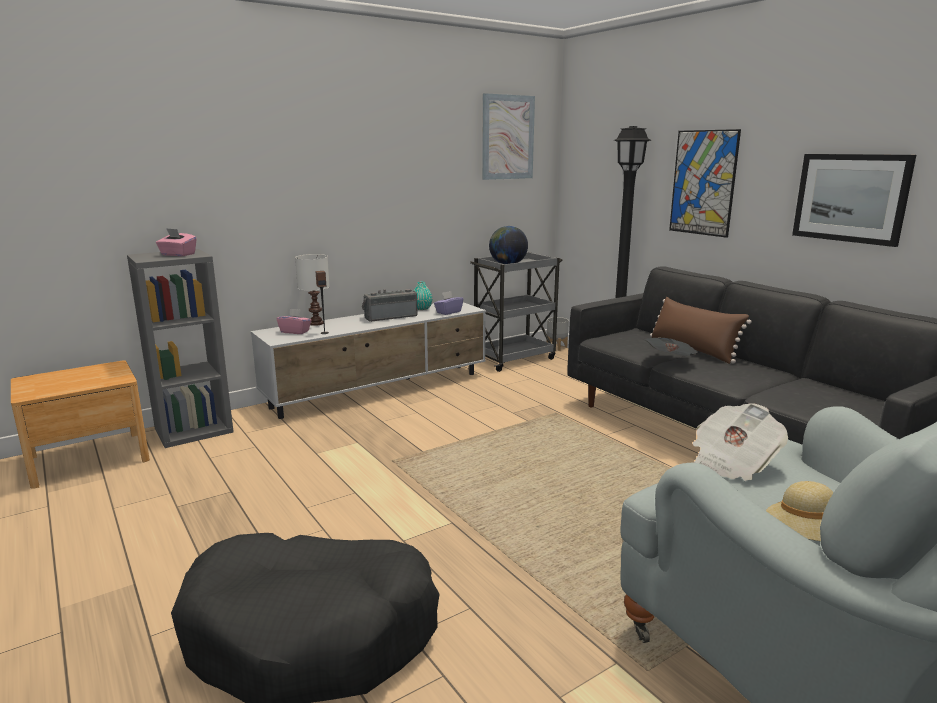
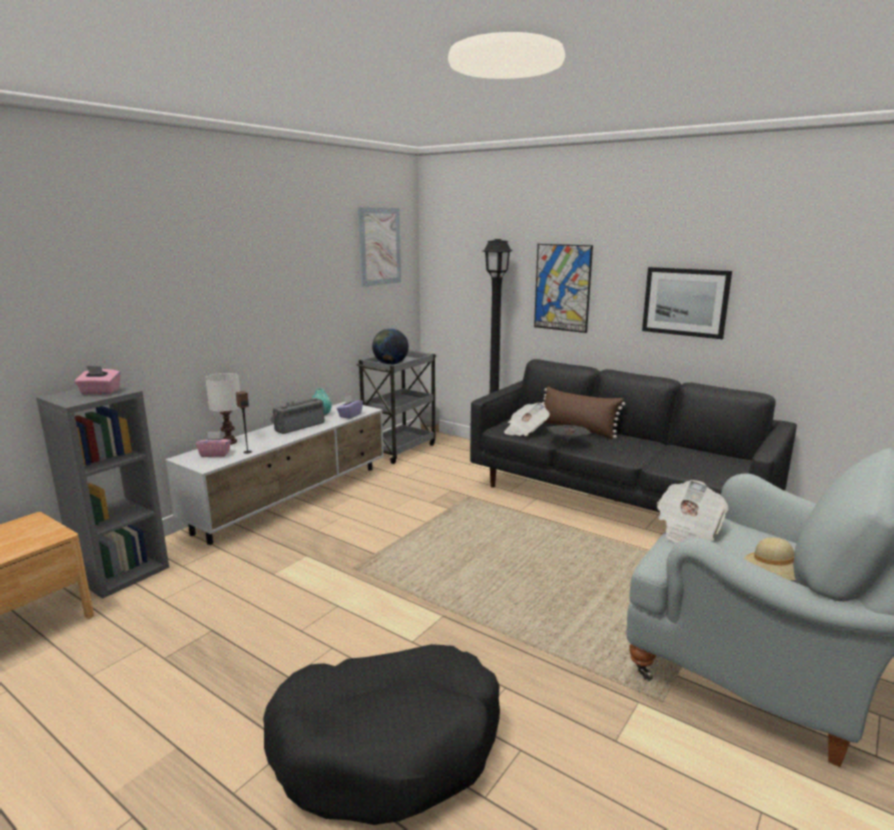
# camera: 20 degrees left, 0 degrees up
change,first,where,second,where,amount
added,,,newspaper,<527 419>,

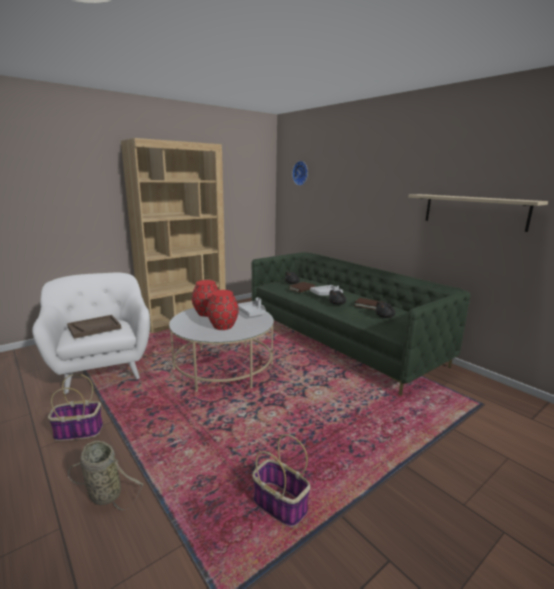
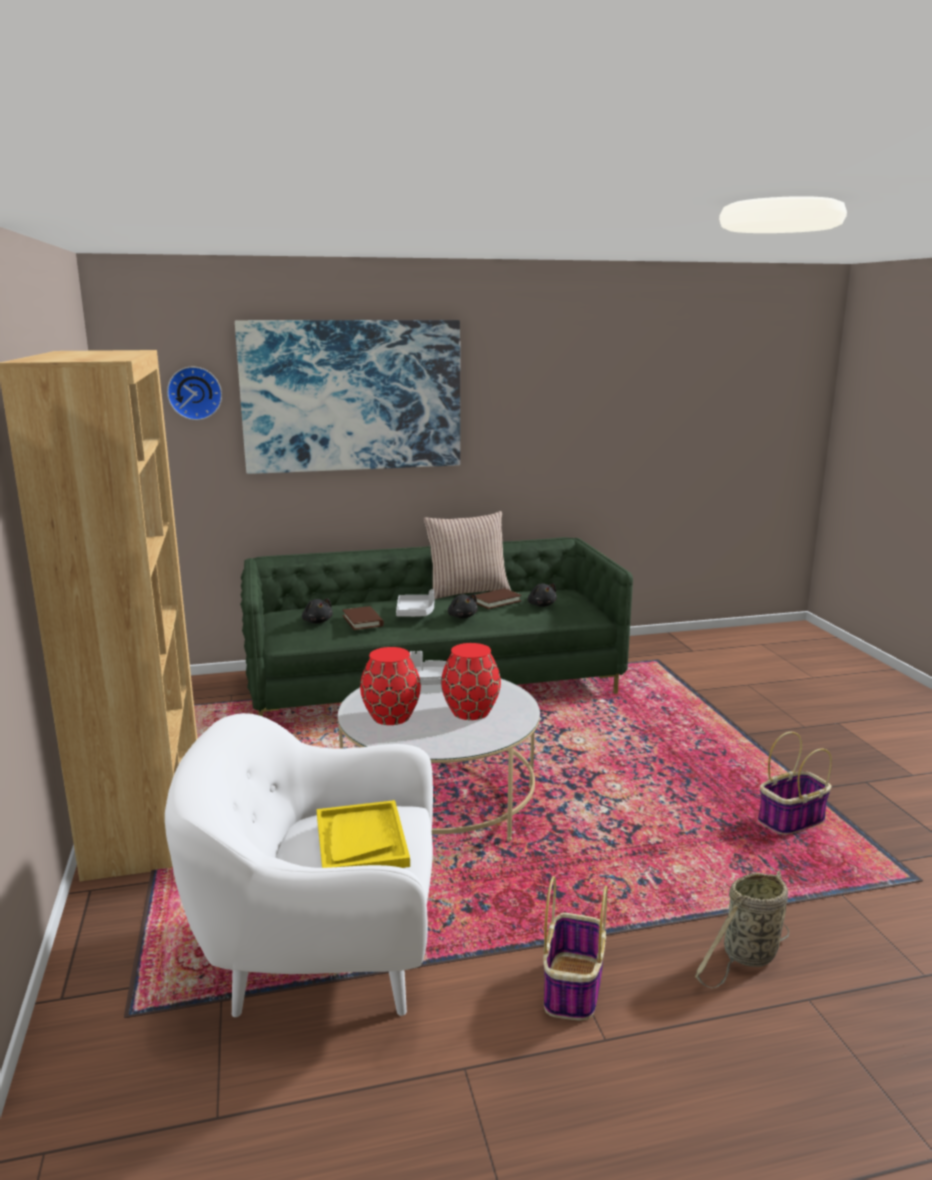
# camera: 65 degrees left, 0 degrees up
change,first,where,second,where,amount
removed,shelf/beige,<478 213>,,,
recoloured,tray/brown,<94 327>,tray/yellow,<363 834>,
added,,,picture,<347 397>,
added,,,pillow,<467 555>,

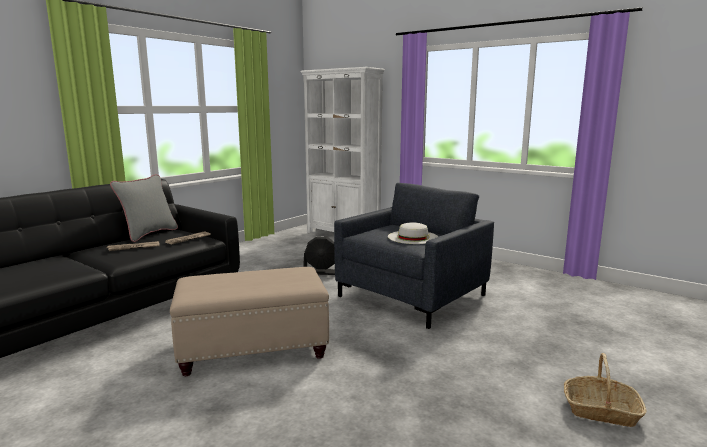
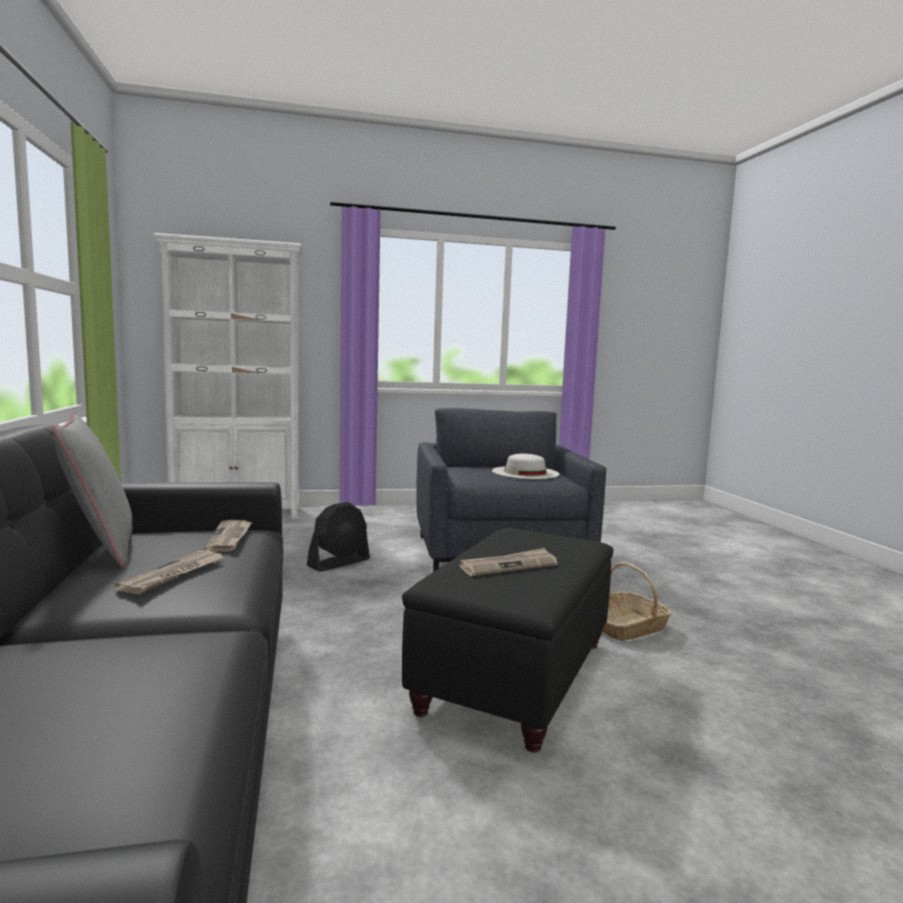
# camera: 50 degrees left, 5 degrees down
change,first,where,second,where,amount
recoloured,ottoman/beige,<249 321>,ottoman/black,<507 640>,
moved,basket,<605 390>,,<637 601>,
added,,,newspaper,<508 562>,

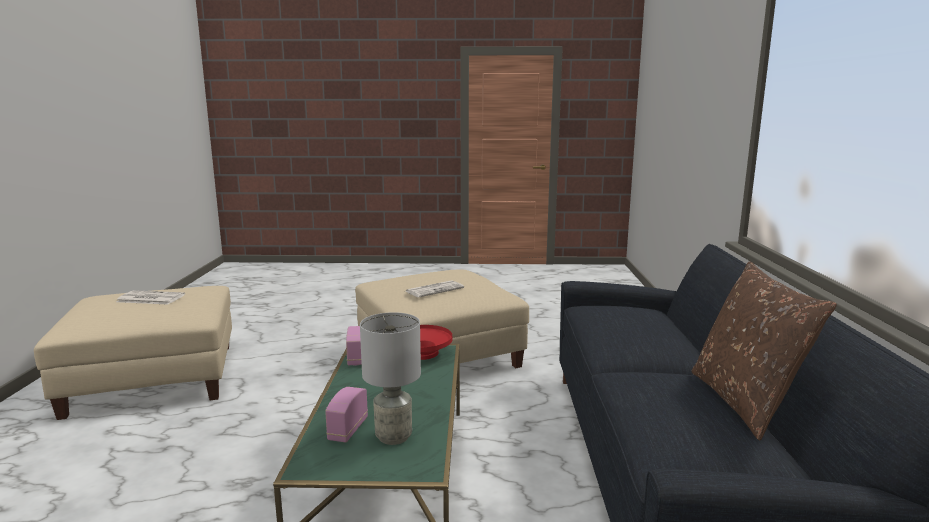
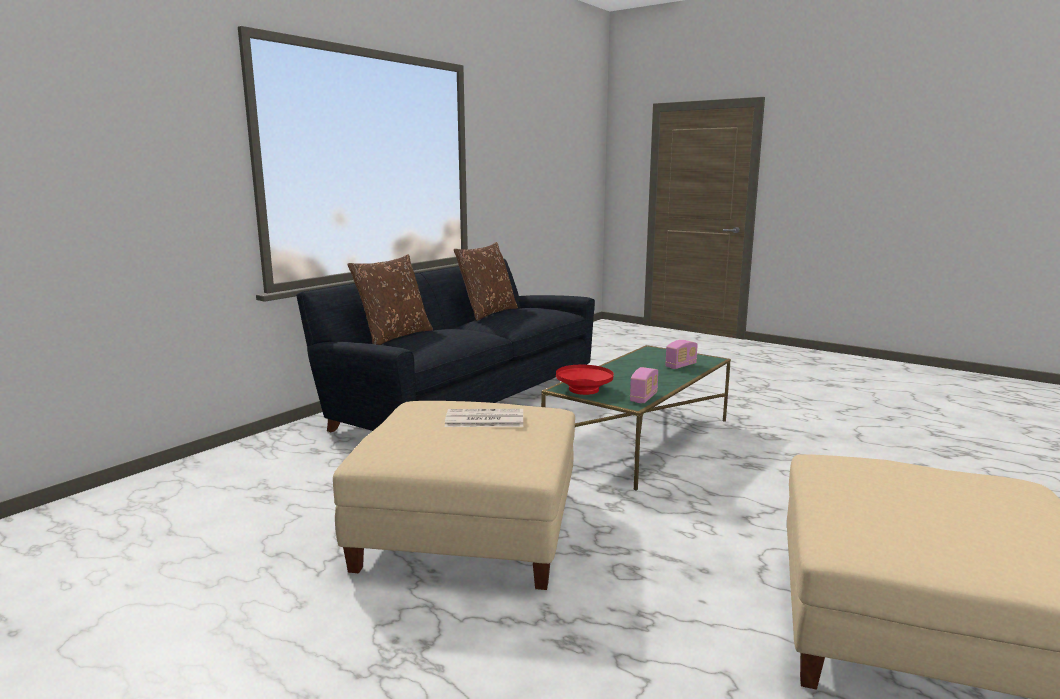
# camera: 145 degrees left, 0 degrees up
change,first,where,second,where,amount
removed,newspaper,<150 297>,,,
removed,table lamp/grey,<390 378>,,,
added,,,pillow/brown,<390 299>,

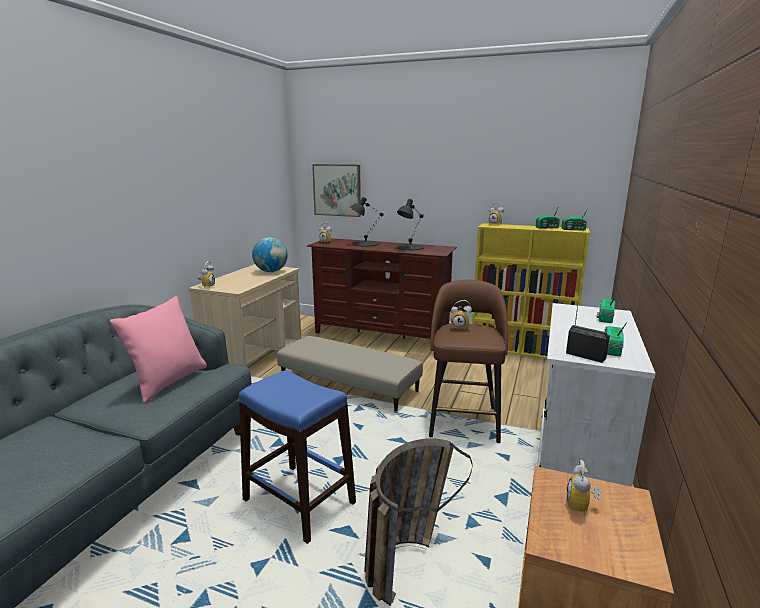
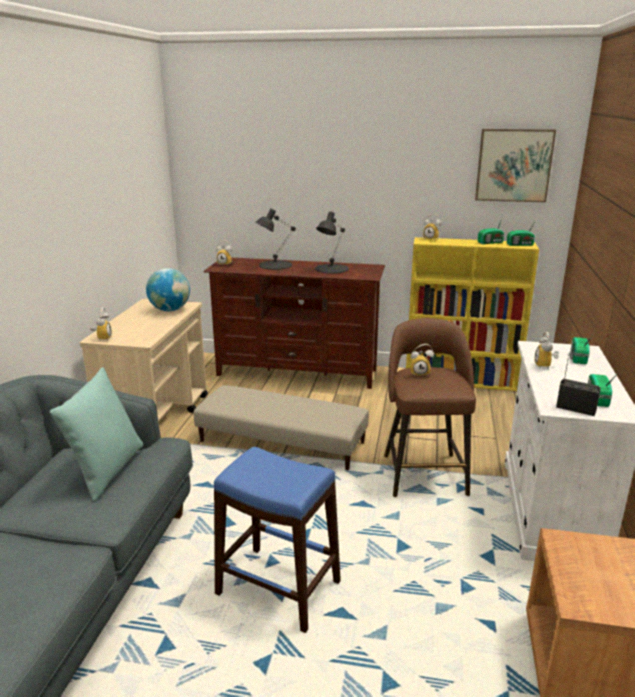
# camera: 10 degrees left, 5 degrees up
change,first,where,second,where,amount
moved,picture,<336 190>,,<515 166>,
recoloured,pillow/pink,<158 349>,pillow/turquoise,<96 434>,
removed,basket,<418 522>,,,
moved,alarm clock,<584 488>,,<546 351>,

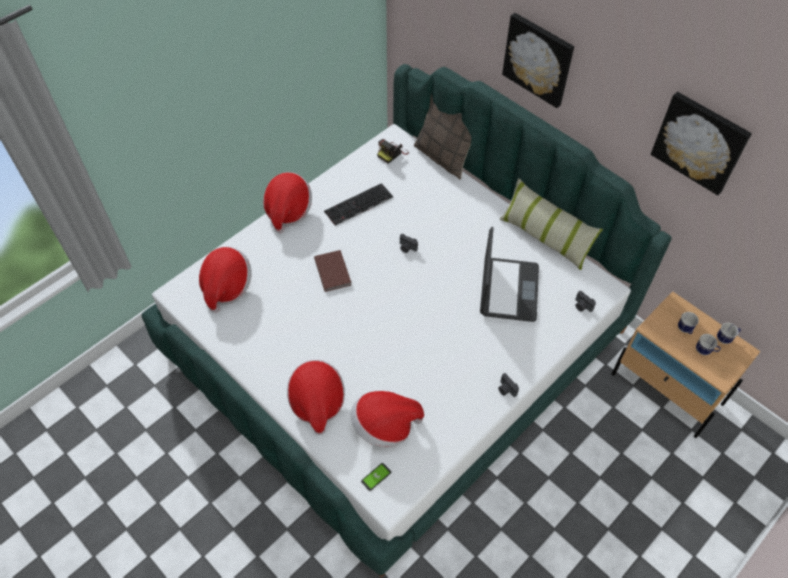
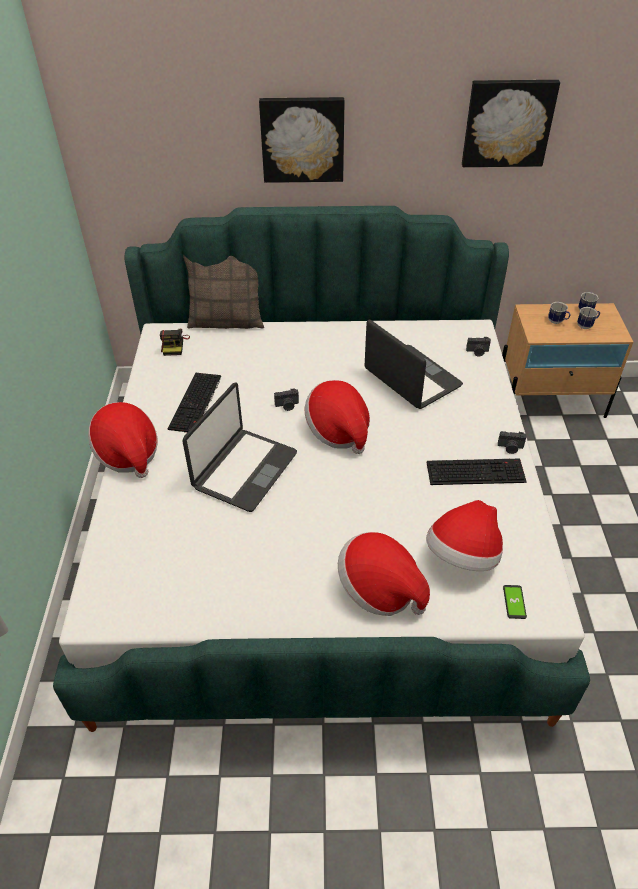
# camera: 45 degrees left, 10 degrees down
change,first,where,second,where,amount
removed,pillow,<551 224>,,,
moved,hat,<225 280>,,<337 417>,
replaced,book/brown,<332 271>,laptop,<239 447>,
added,,,keyboard,<477 472>,

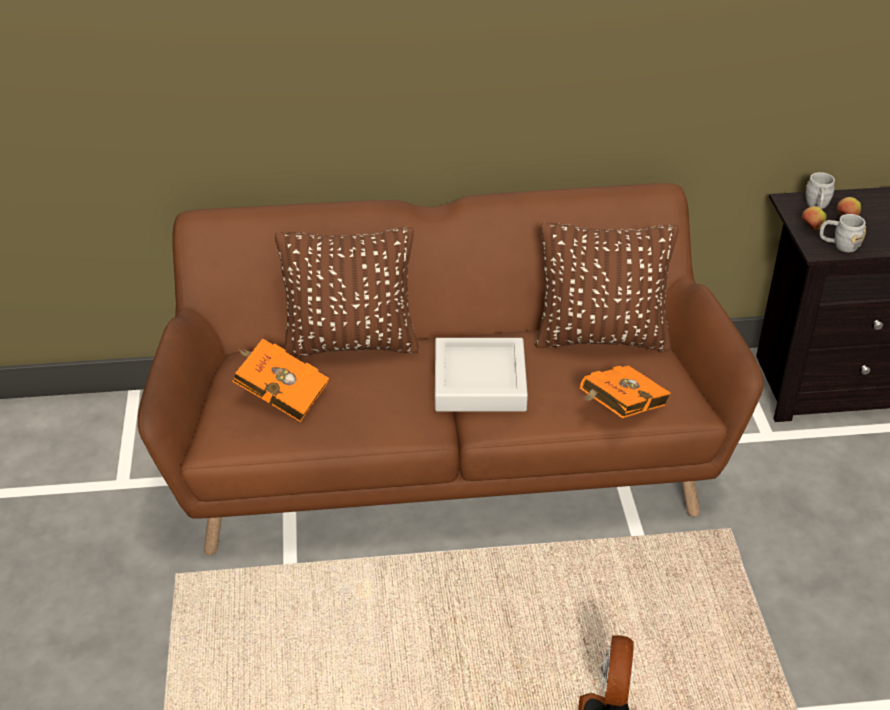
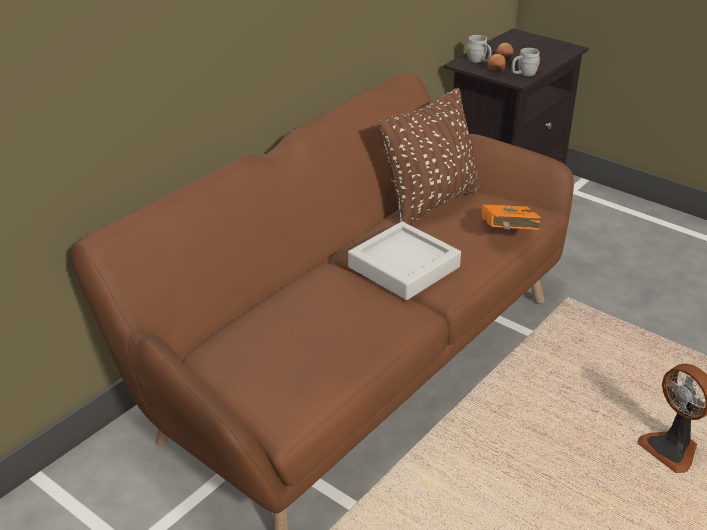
# camera: 45 degrees left, 5 degrees down
change,first,where,second,where,amount
removed,pillow/brown,<347 292>,,,
removed,book/orange,<280 380>,,,

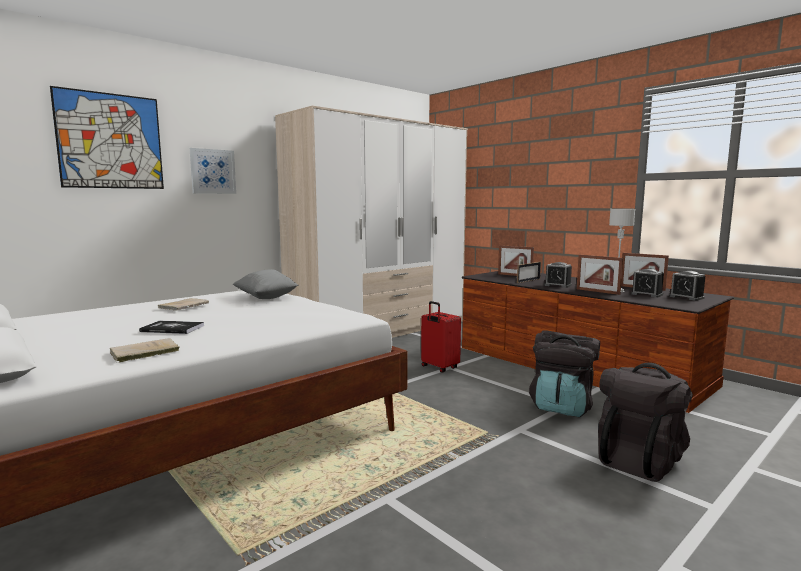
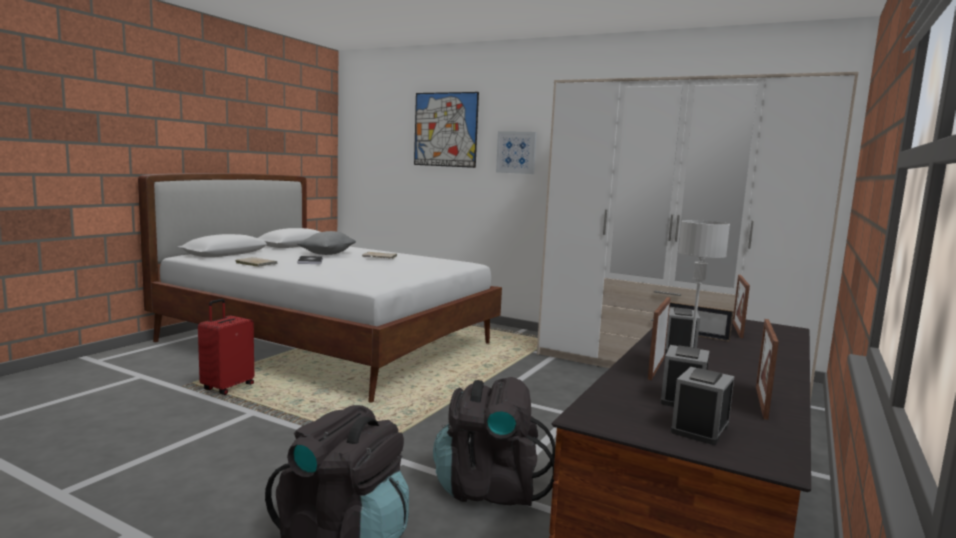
# camera: 70 degrees right, 0 degrees up
change,first,where,second,where,amount
moved,pillow/grey,<265 284>,,<326 243>,
moved,suitcase/red,<441 337>,,<226 347>,

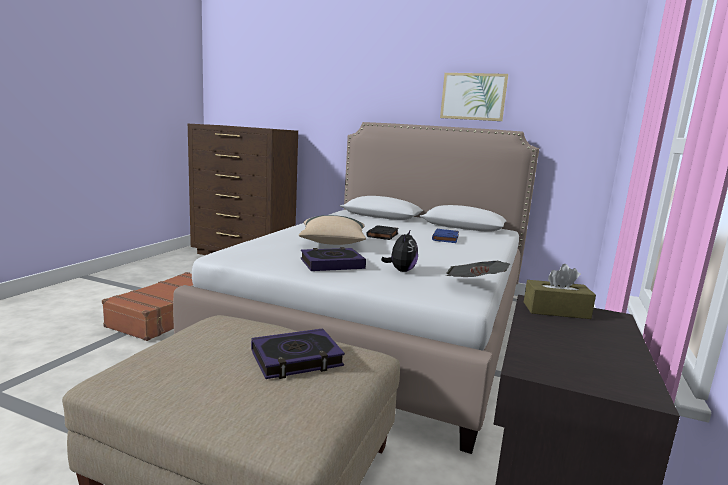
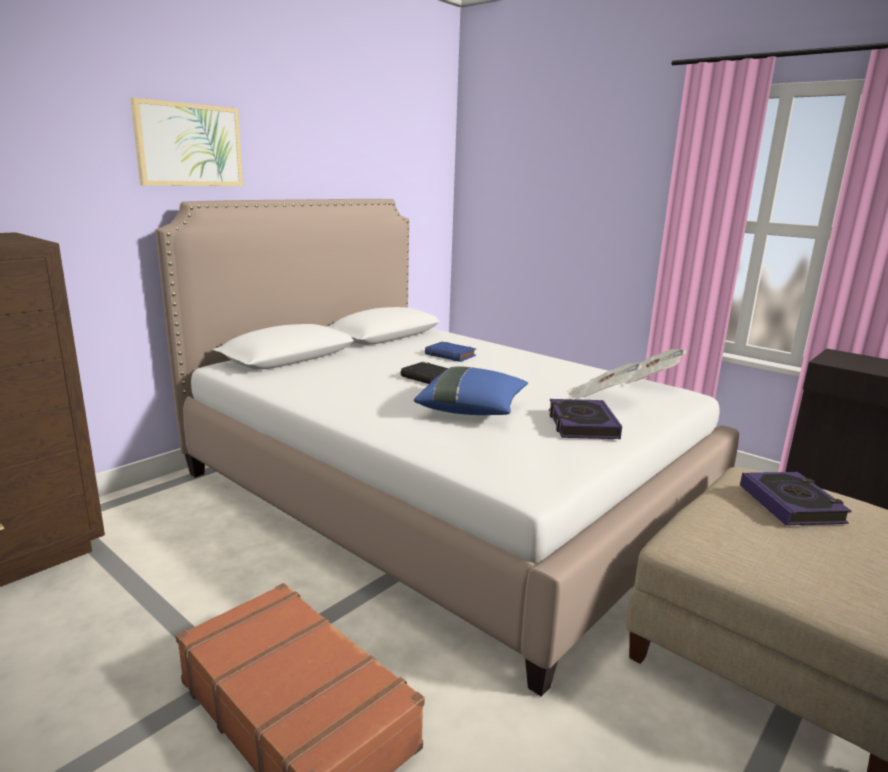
# camera: 70 degrees left, 5 degrees up
change,first,where,second,where,amount
moved,picture,<474 97>,,<186 142>,
recoloured,pillow/beige,<332 230>,pillow/blue,<471 390>,
replaced,plush toy,<399 251>,newspaper,<604 381>,
removed,tissue box/brown,<560 291>,,,

